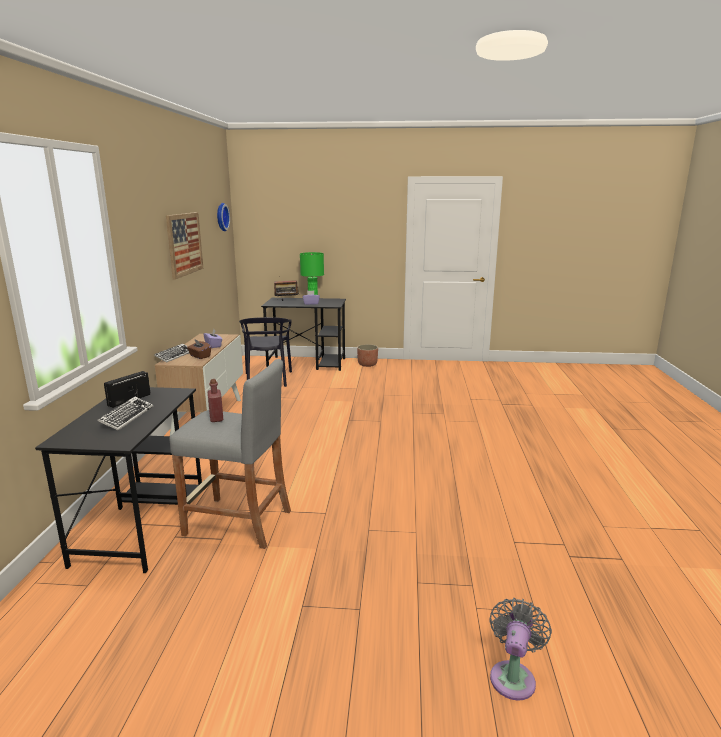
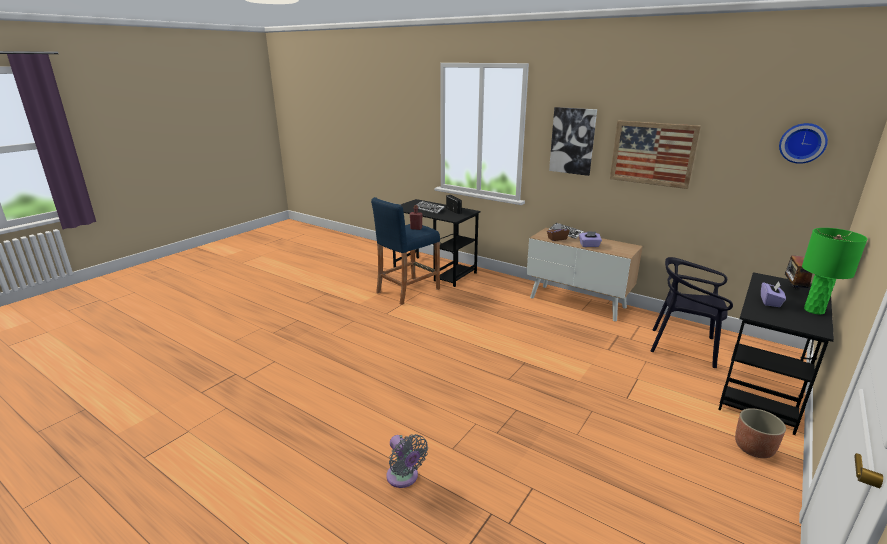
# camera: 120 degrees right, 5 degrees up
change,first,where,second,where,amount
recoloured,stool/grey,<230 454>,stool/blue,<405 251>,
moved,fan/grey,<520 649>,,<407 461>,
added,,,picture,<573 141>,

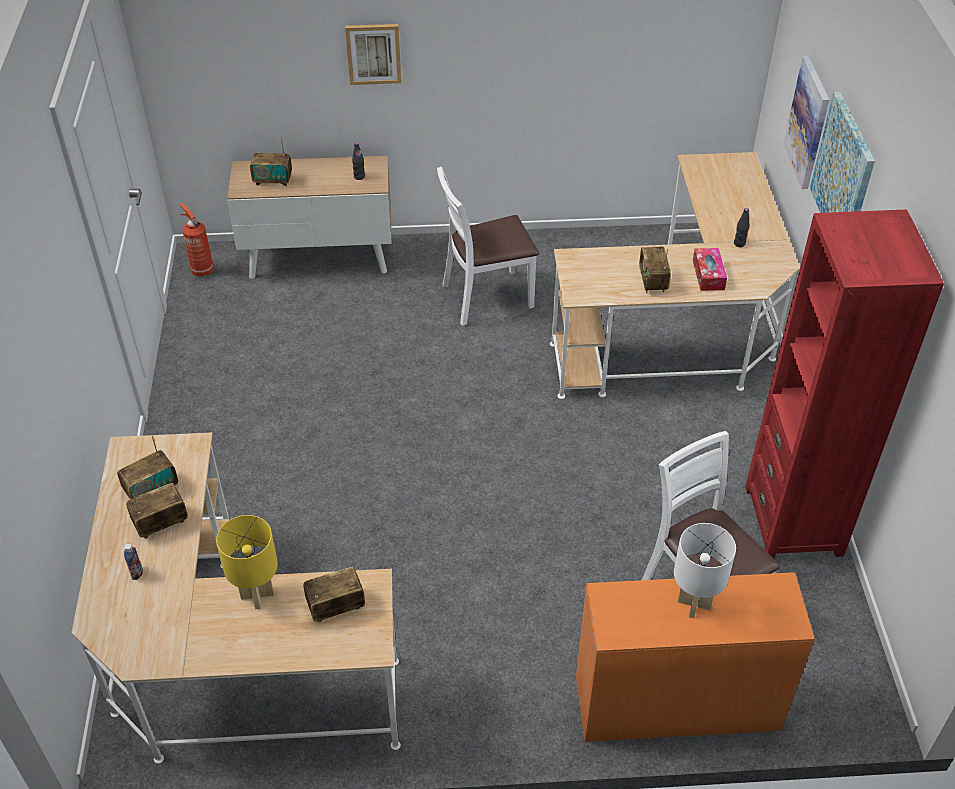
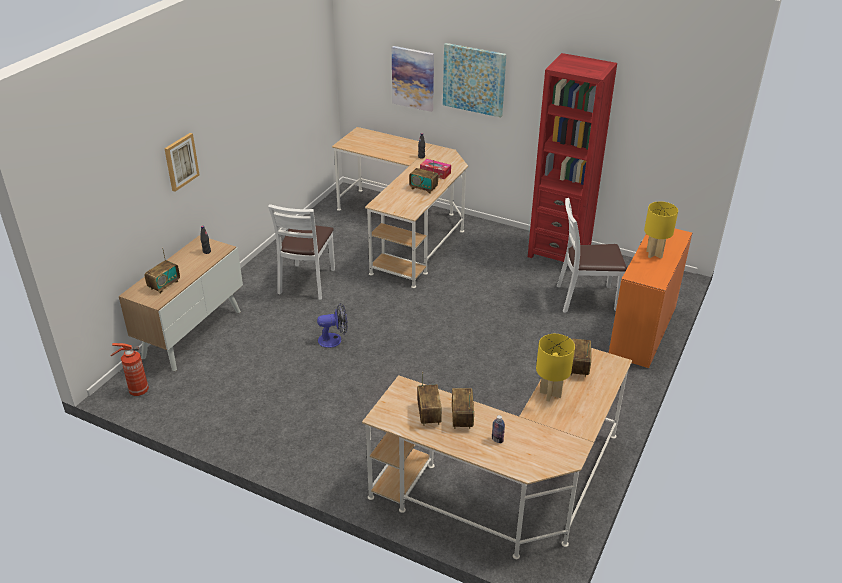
# camera: 60 degrees left, 10 degrees down
change,first,where,second,where,amount
recoloured,table lamp/white,<705 570>,table lamp/yellow,<661 229>,
added,,,fan,<332 325>,

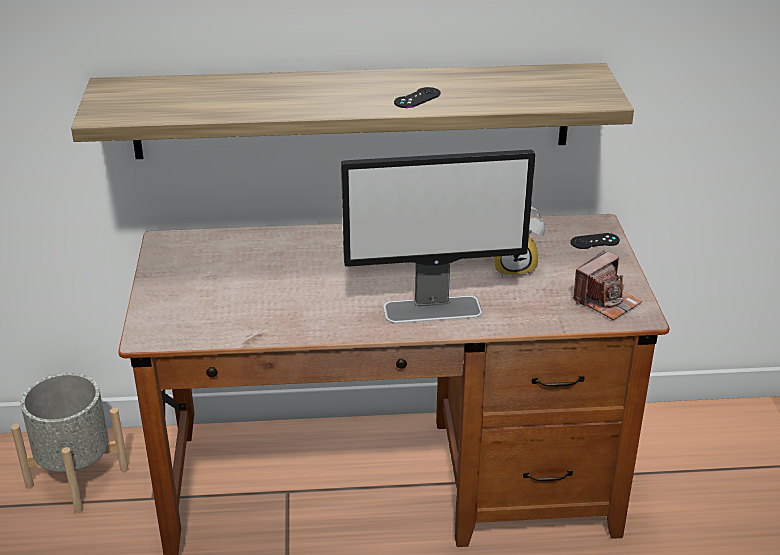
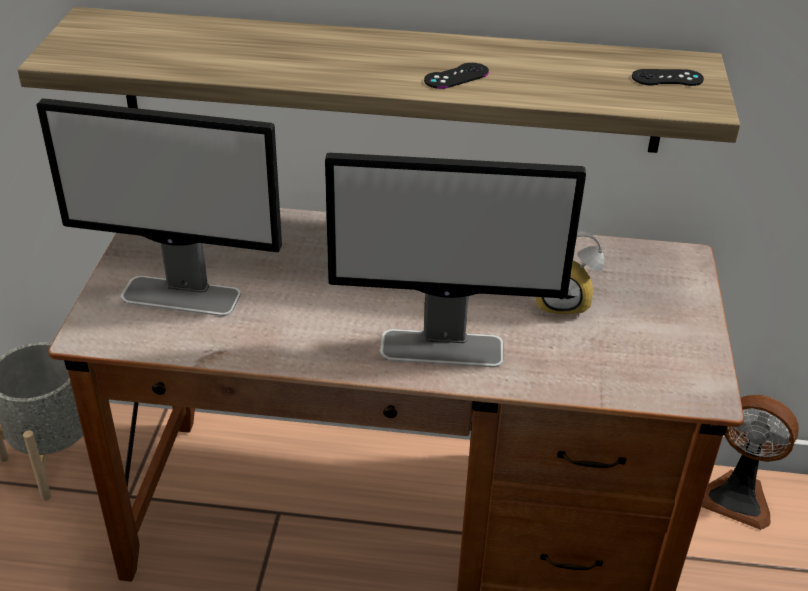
# camera: 10 degrees right, 5 degrees up
change,first,where,second,where,amount
moved,game controller/black,<595 241>,,<668 77>,
removed,photo camera,<607 285>,,,
added,,,monitor,<159 207>,
added,,,fan,<750 462>,

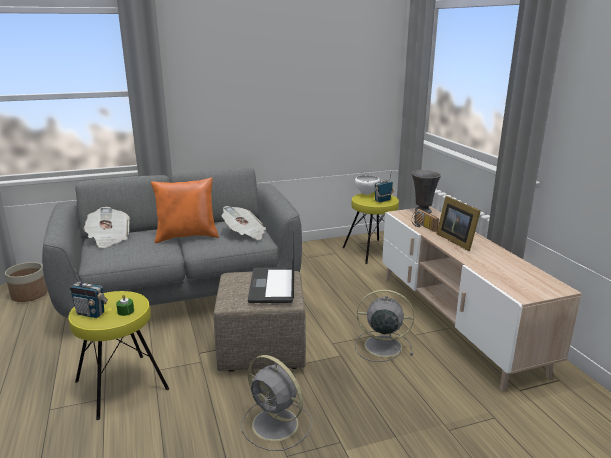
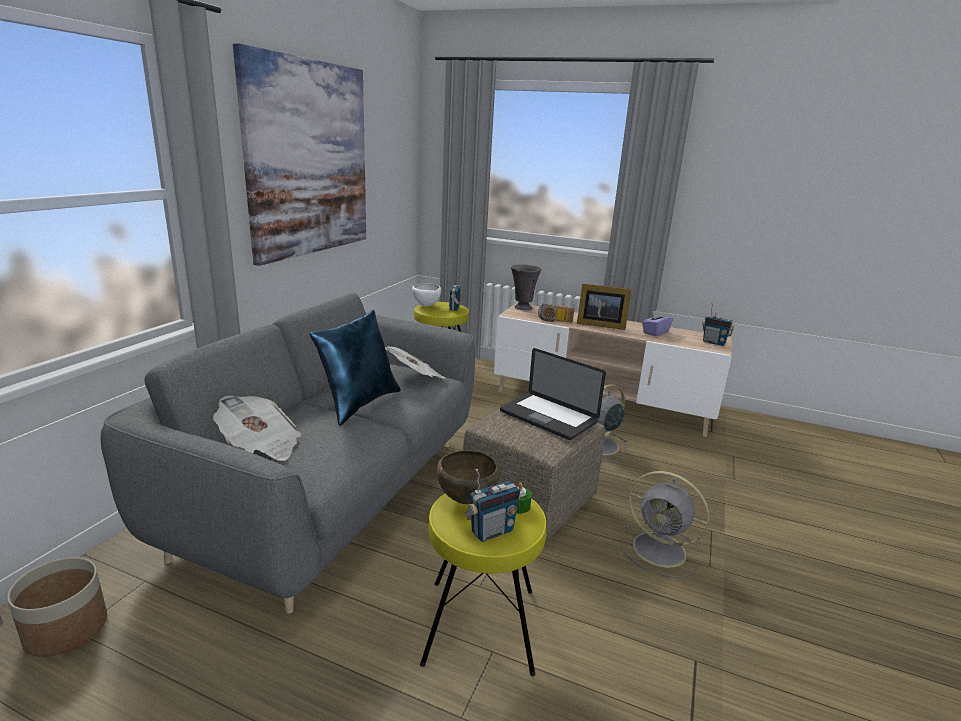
# camera: 50 degrees left, 0 degrees up
change,first,where,second,where,amount
recoloured,pillow/orange,<185 210>,pillow/blue,<355 368>,
turned,fan/grey,<276 403>,,<665 524>,45 degrees clockwise
added,,,picture,<299 154>,
added,,,radio,<718 325>,
added,,,tissue box/purple,<657 323>,
added,,,bowl/brown,<468 477>,

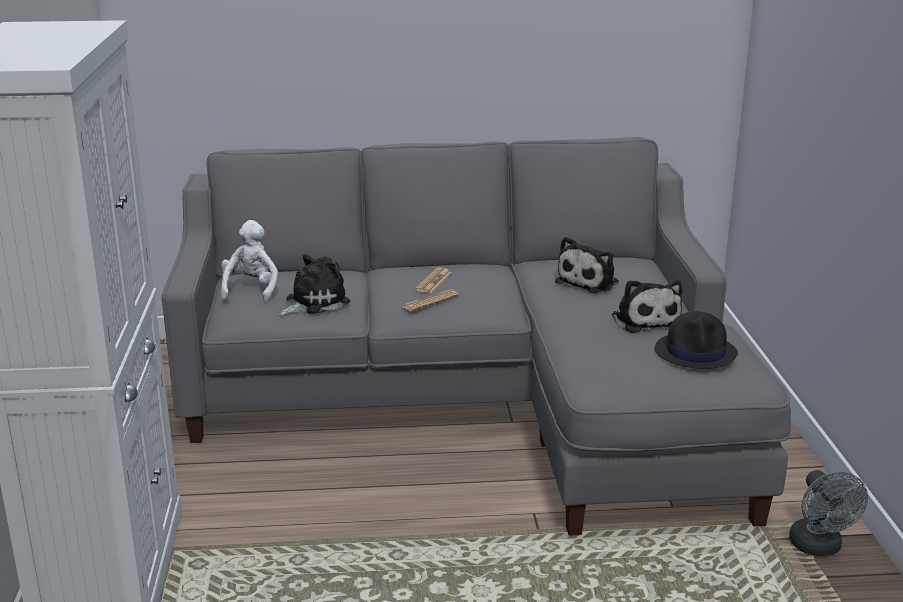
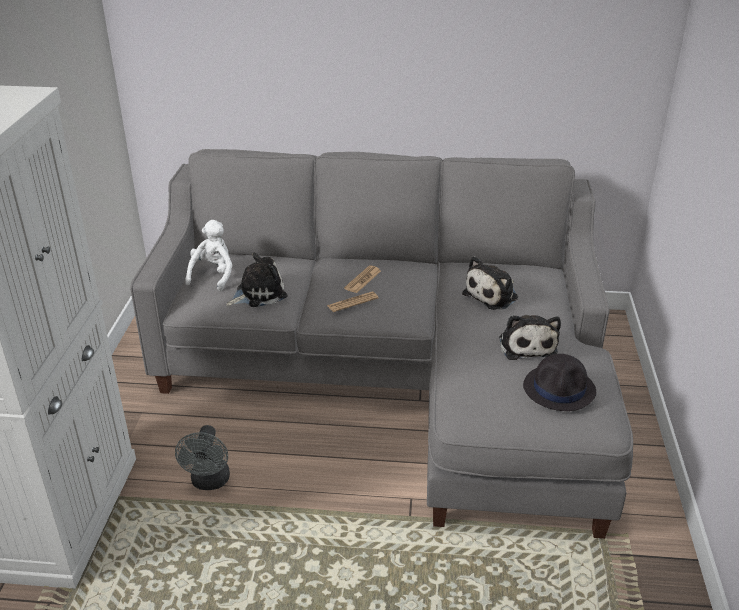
# camera: 10 degrees right, 10 degrees up
change,first,where,second,where,amount
moved,fan/grey,<828 513>,,<202 457>,

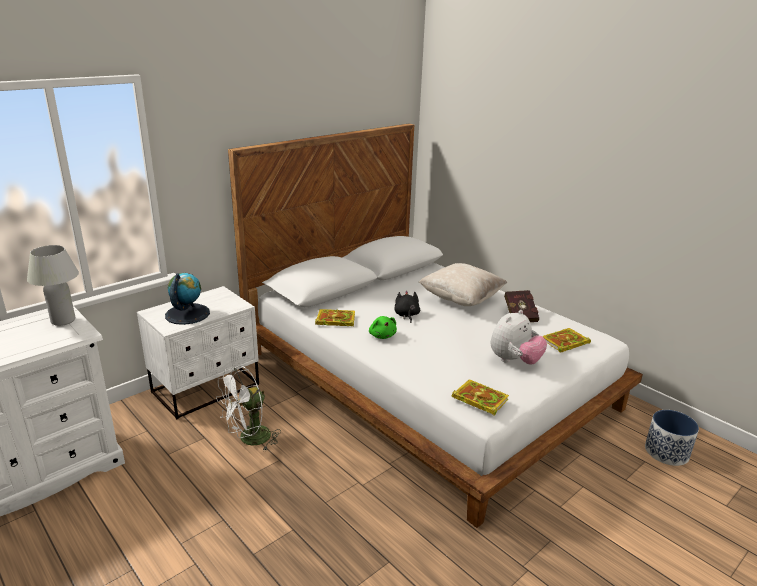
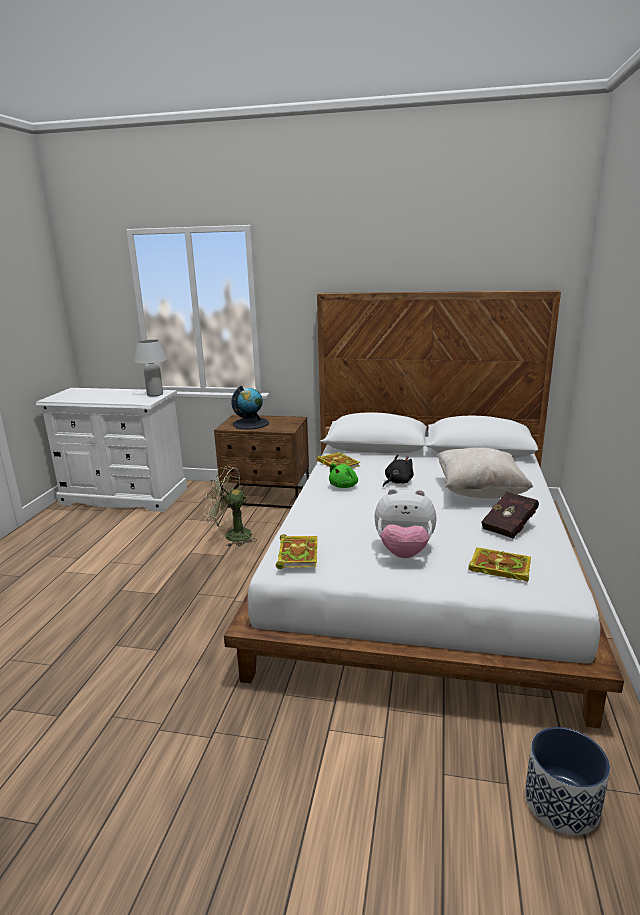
# camera: 55 degrees right, 5 degrees down
change,first,where,second,where,amount
recoloured,nightstand/white,<198 352>,nightstand/brown,<261 461>,
recoloured,fan/white,<248 408>,fan/green,<230 506>,

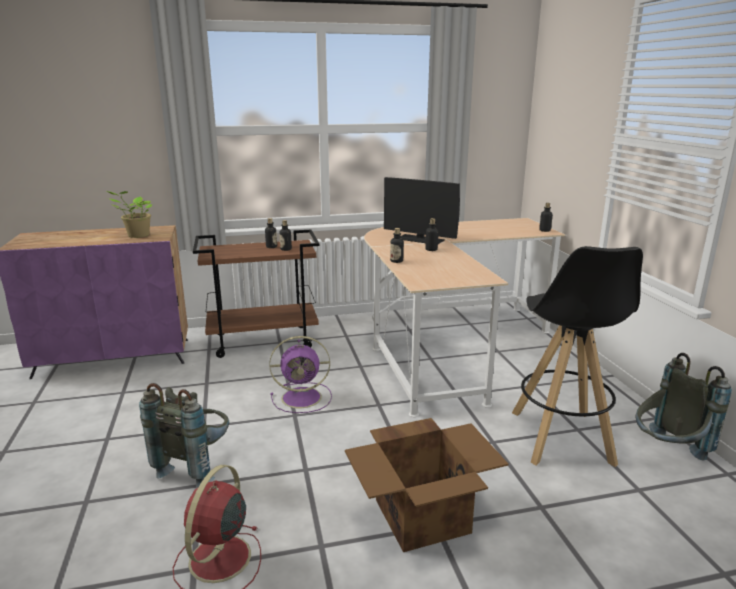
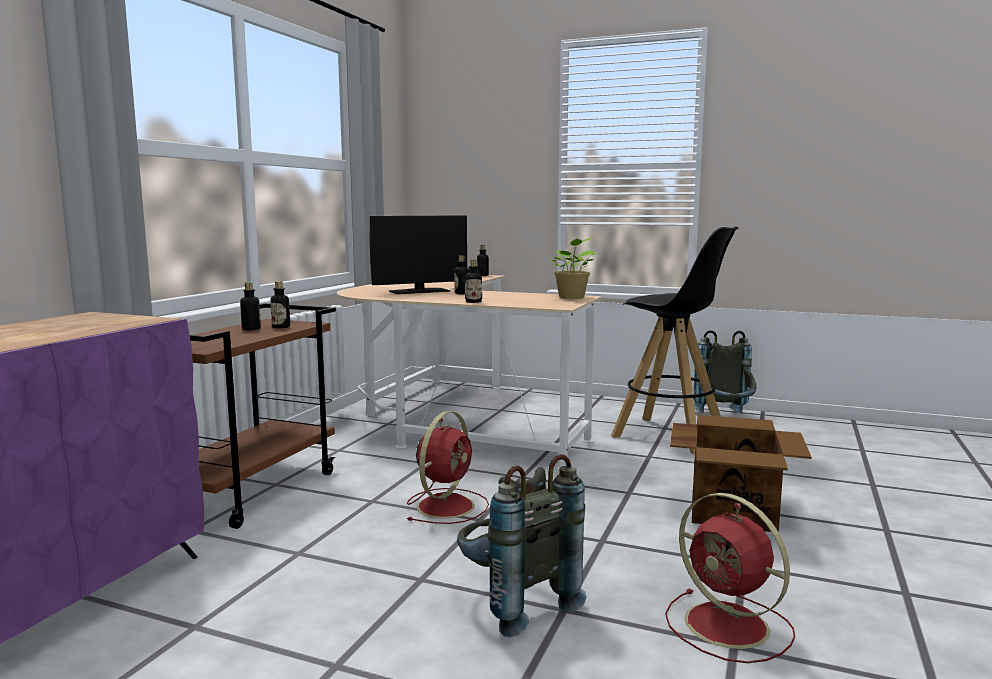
# camera: 55 degrees left, 10 degrees down
change,first,where,second,where,amount
moved,potted plant,<129 214>,,<573 268>,
recoloured,fan/purple,<300 374>,fan/red,<447 467>,

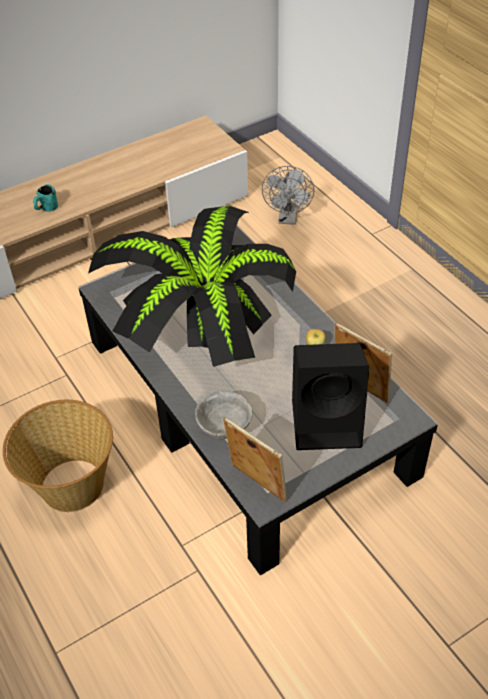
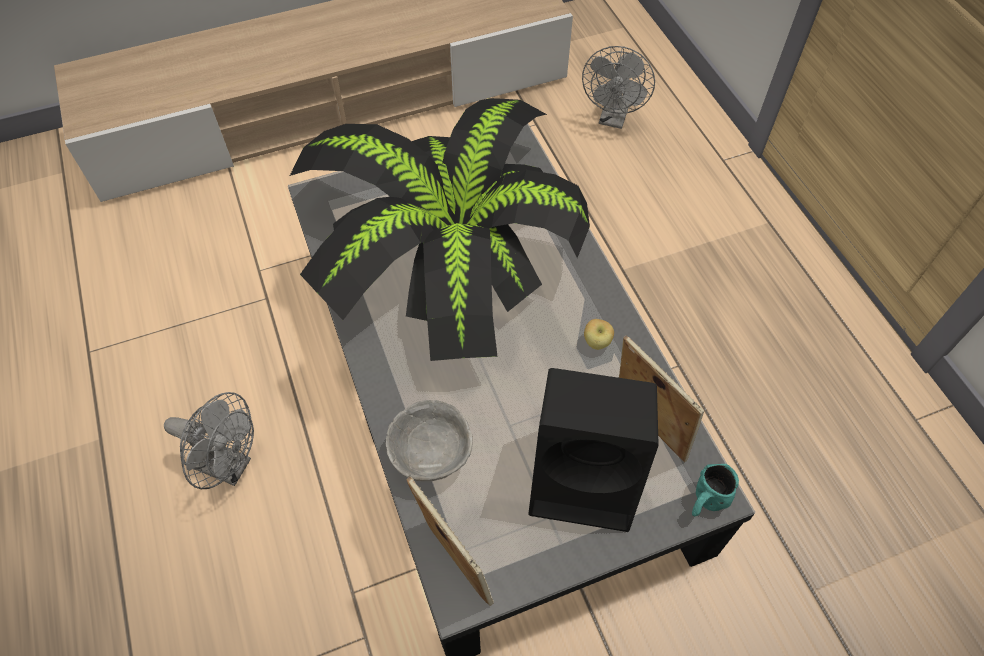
# camera: 10 degrees right, 10 degrees up
change,first,where,second,where,amount
moved,mug/turquoise,<45 198>,,<715 490>,
replaced,basket,<58 456>,fan/grey,<209 440>,

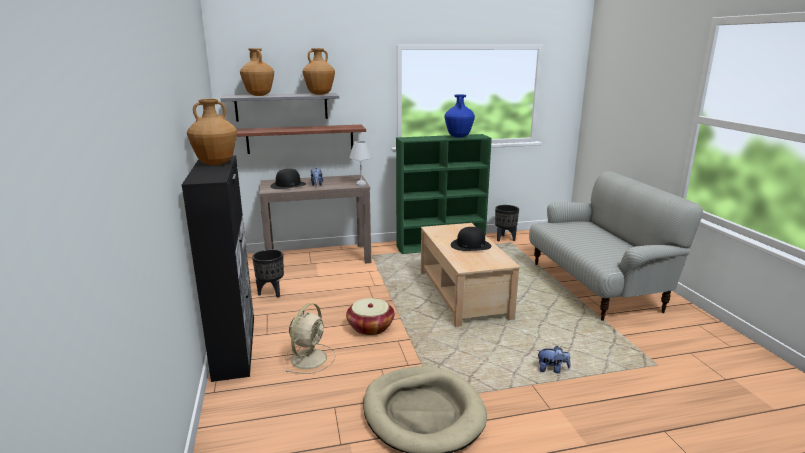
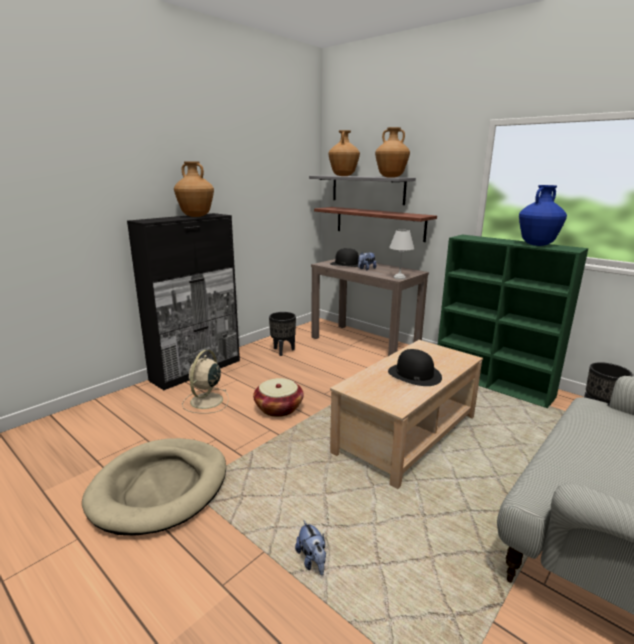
# camera: 55 degrees right, 0 degrees up
change,first,where,second,where,amount
turned,fan/beige,<310 338>,,<205 382>,120 degrees clockwise

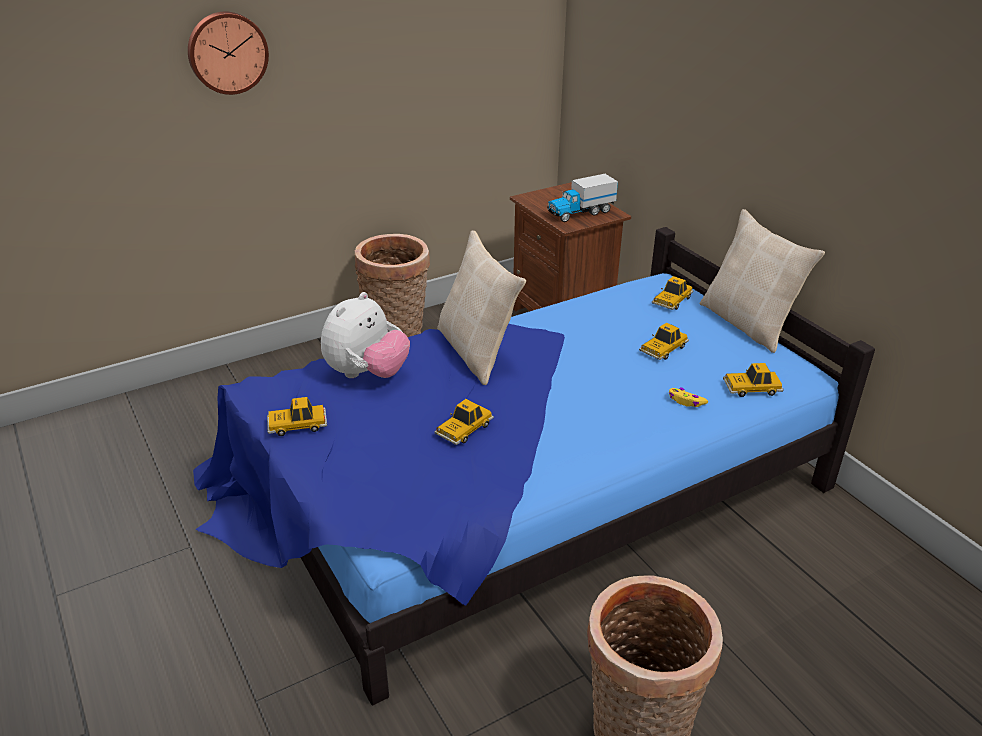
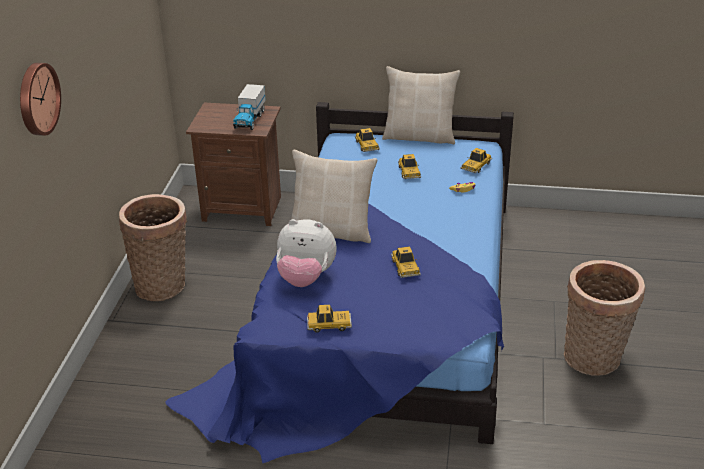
# camera: 50 degrees left, 0 degrees up
change,first,where,second,where,amount
turned,plush toy,<365 335>,,<306 253>,120 degrees clockwise
turned,toy car,<297 416>,,<329 319>,120 degrees counterclockwise

